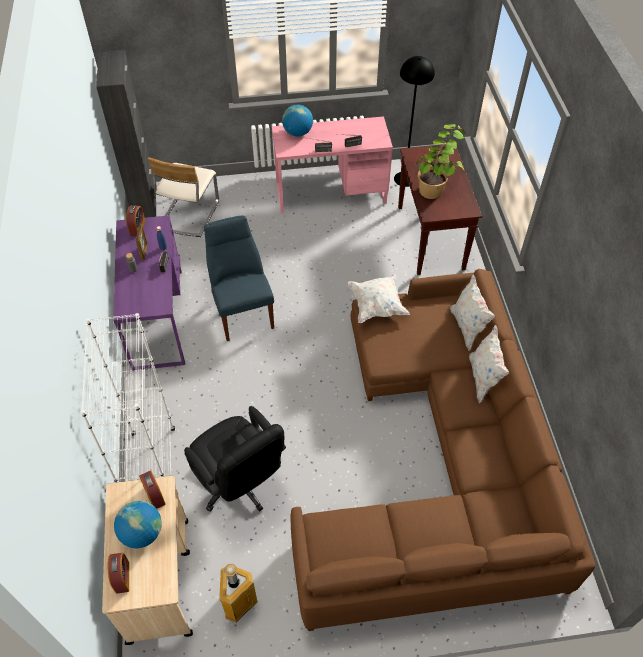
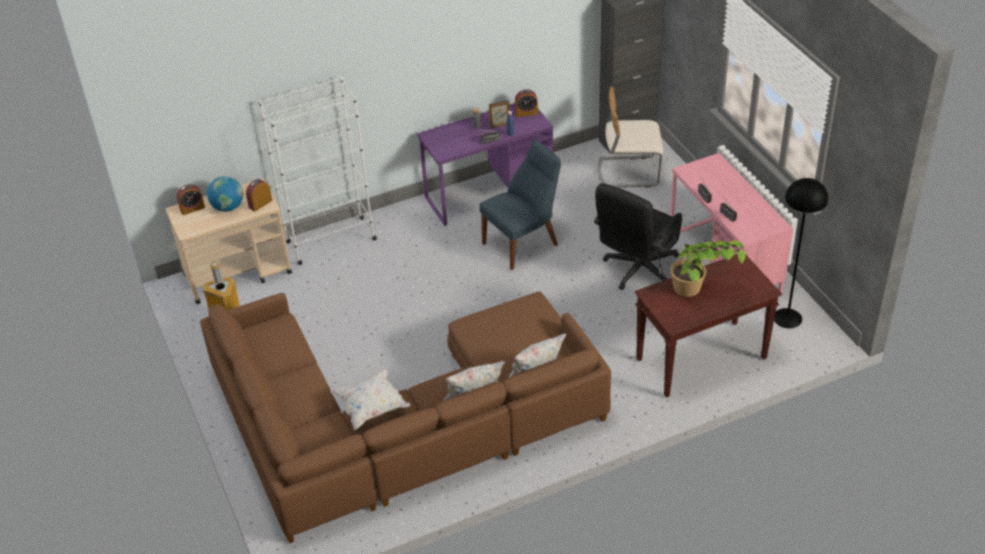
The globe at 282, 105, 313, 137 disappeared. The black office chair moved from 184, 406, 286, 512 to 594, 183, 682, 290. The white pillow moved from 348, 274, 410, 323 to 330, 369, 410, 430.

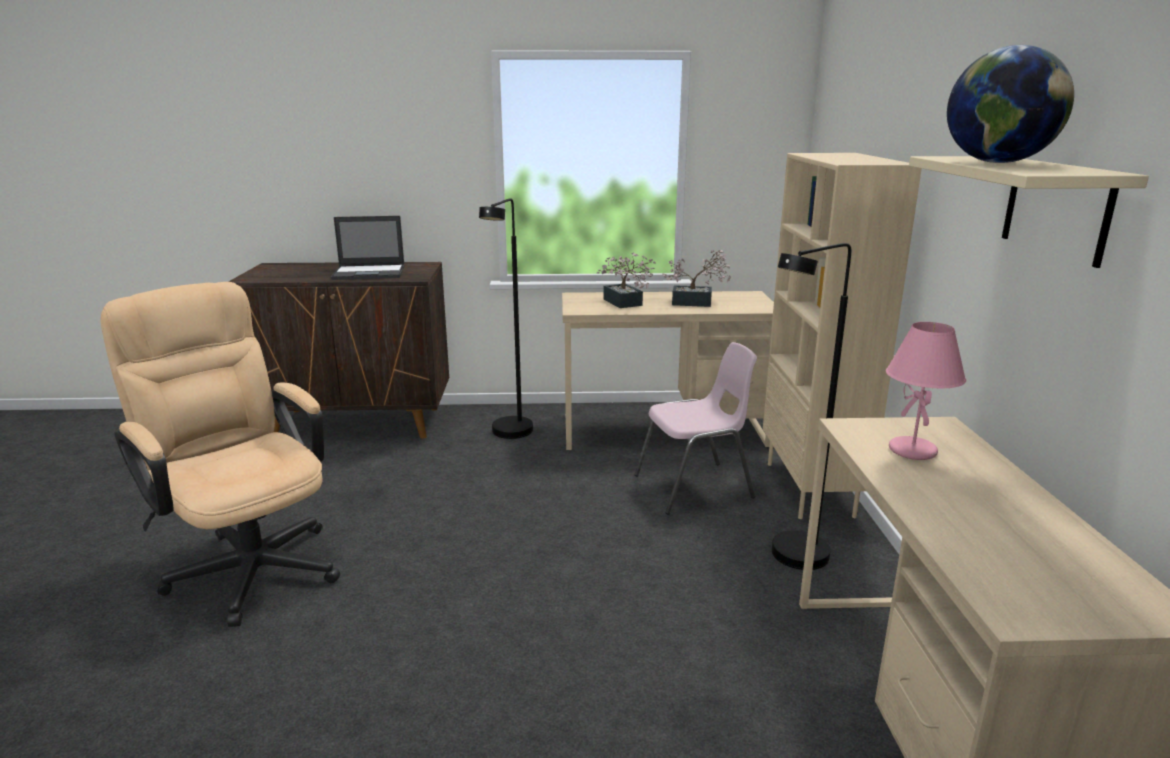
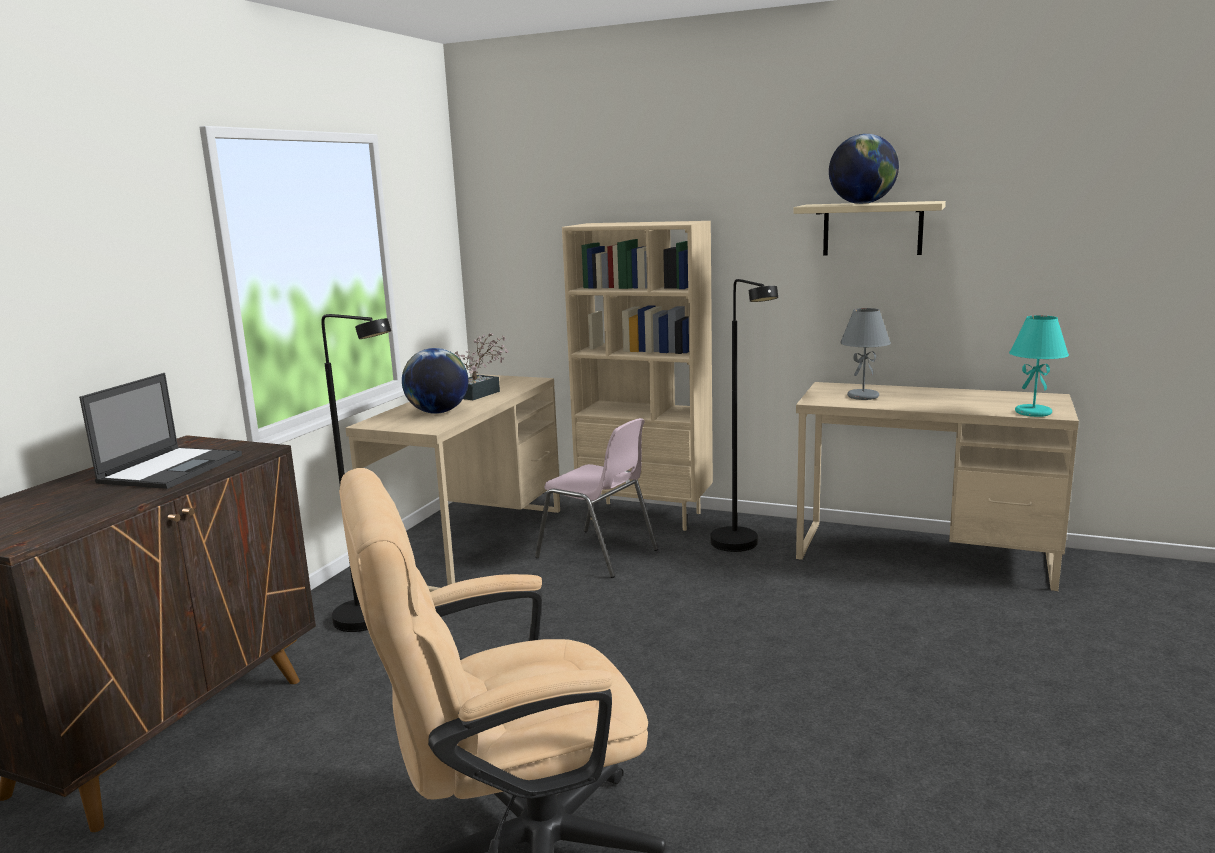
The turquoise table lamp at 1009, 315, 1069, 417 appeared. The potted plant at 597, 252, 656, 308 was replaced by the globe at 402, 348, 468, 414. The pink table lamp at 886, 322, 966, 460 became the grey table lamp at 840, 308, 891, 400. The pink chair at 634, 342, 757, 515 turned 120 degrees clockwise.

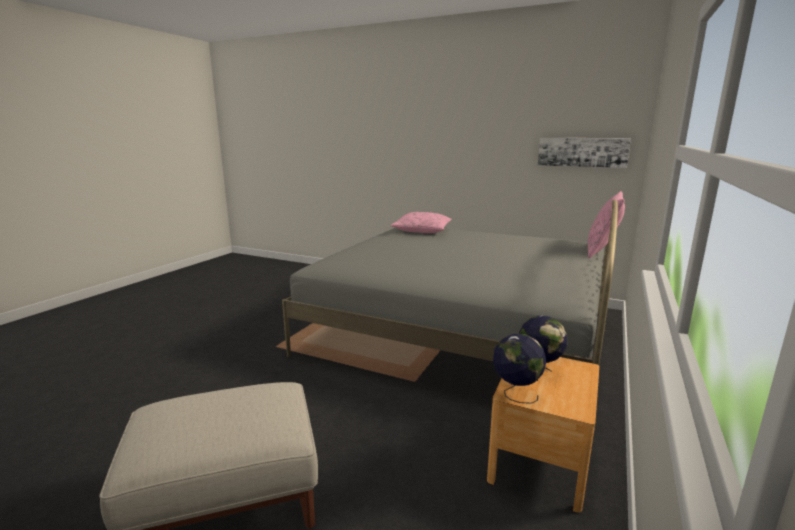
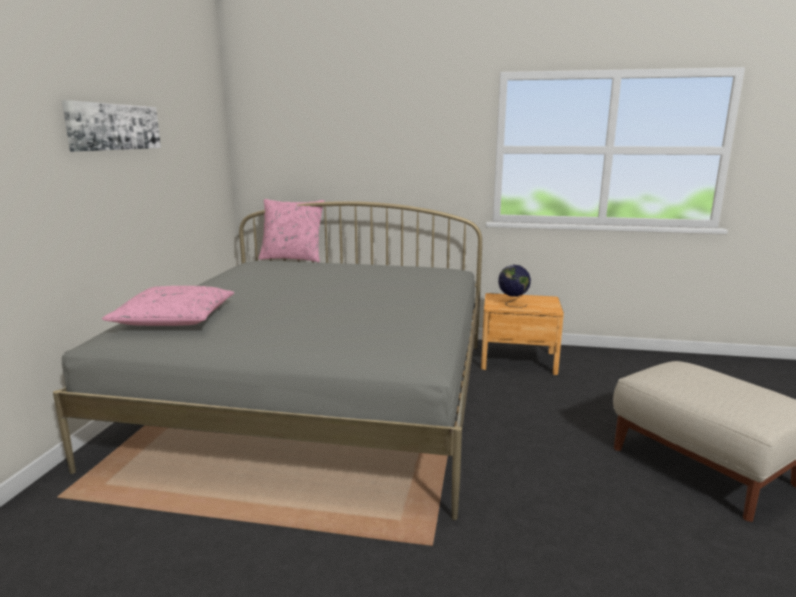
The globe at 493, 334, 546, 404 disappeared. The picture moved from 538, 138, 631, 168 to 62, 100, 161, 152.

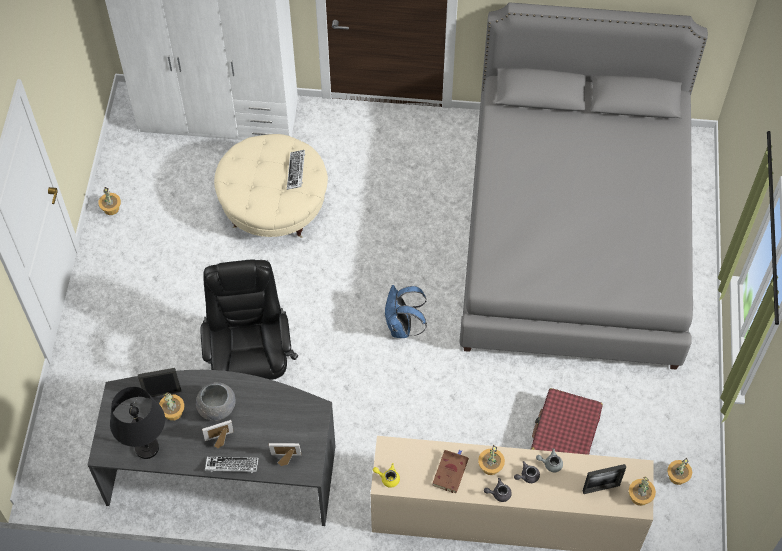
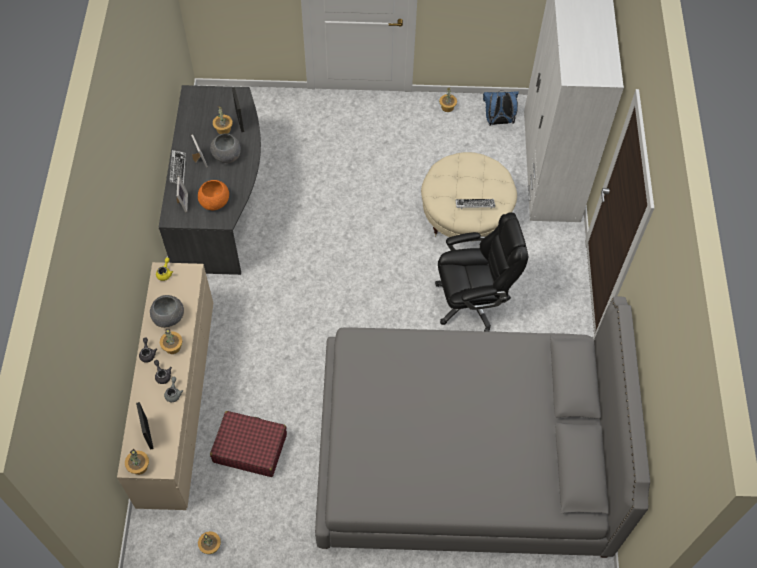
The black table lamp at 110, 387, 165, 459 disappeared. The orange bowl at 198, 180, 229, 210 appeared. The black office chair moved from 200, 260, 298, 380 to 435, 212, 528, 332. The blue backpack moved from 384, 285, 427, 338 to 483, 90, 519, 126. The brown book at 432, 450, 469, 493 was replaced by the grey bowl at 150, 295, 184, 328.

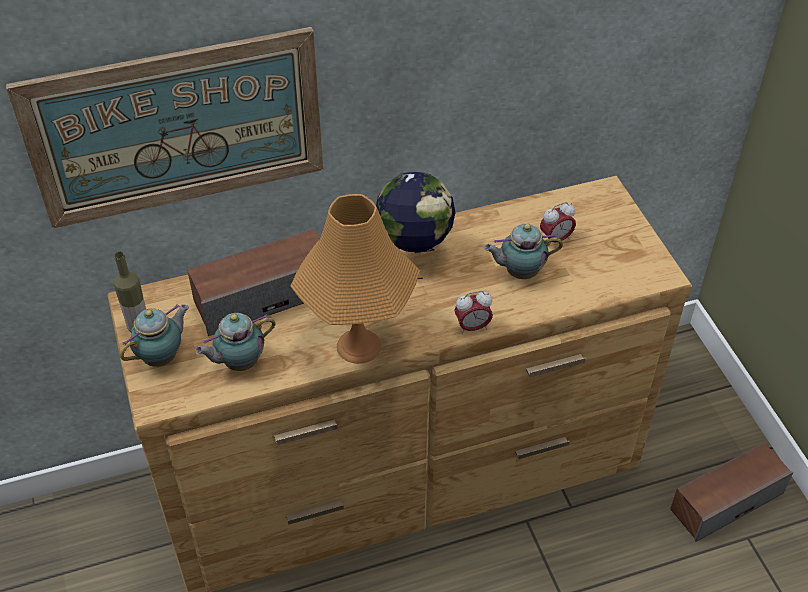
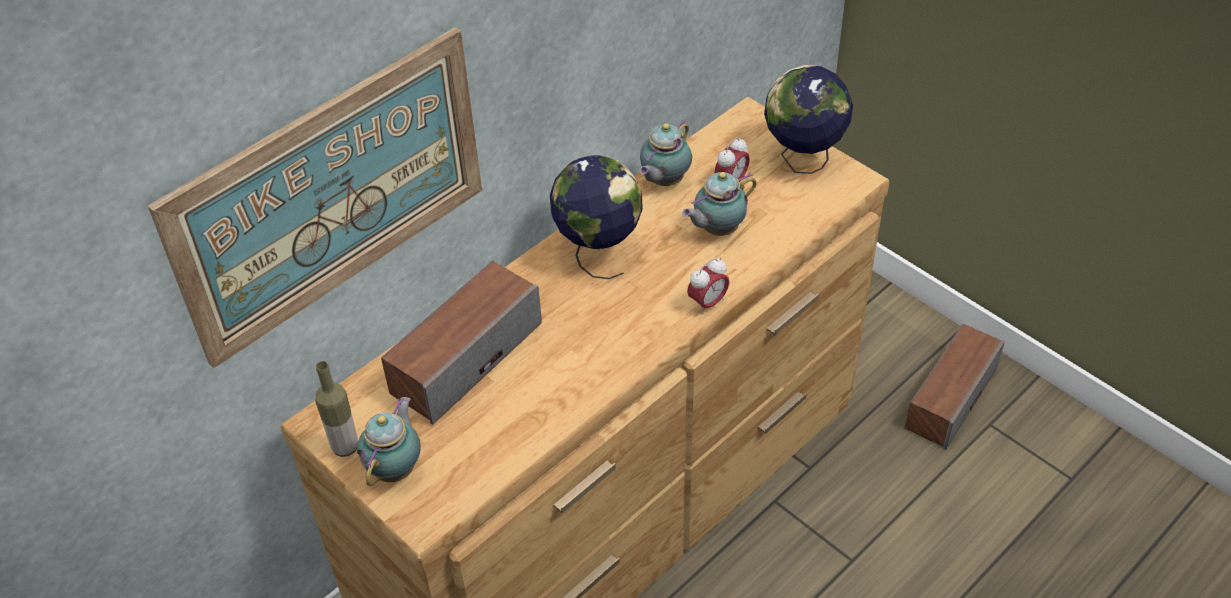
The orange table lamp at 291, 194, 420, 364 disappeared. The globe at 764, 65, 853, 174 appeared. The teapot moved from 195, 313, 276, 371 to 639, 119, 692, 186.

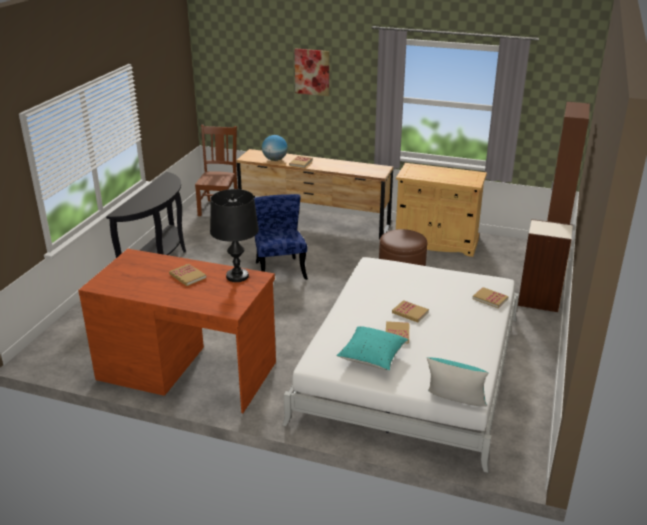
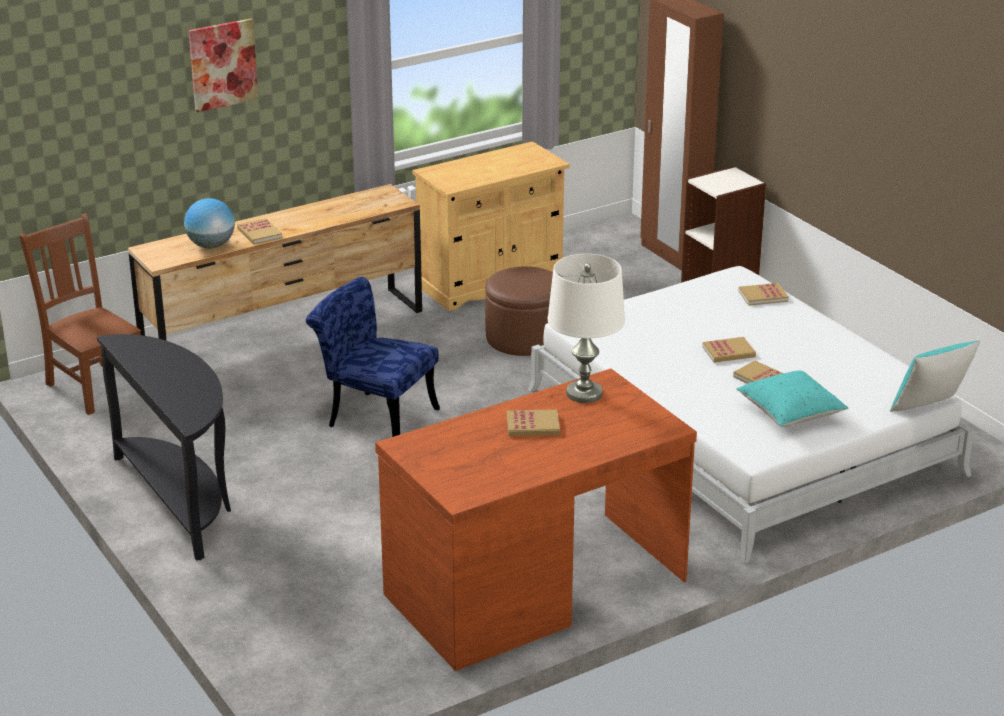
The black table lamp at 210, 189, 259, 282 became the white table lamp at 548, 254, 625, 403.

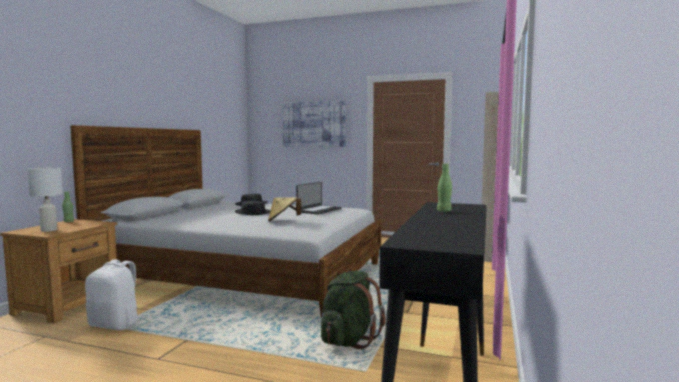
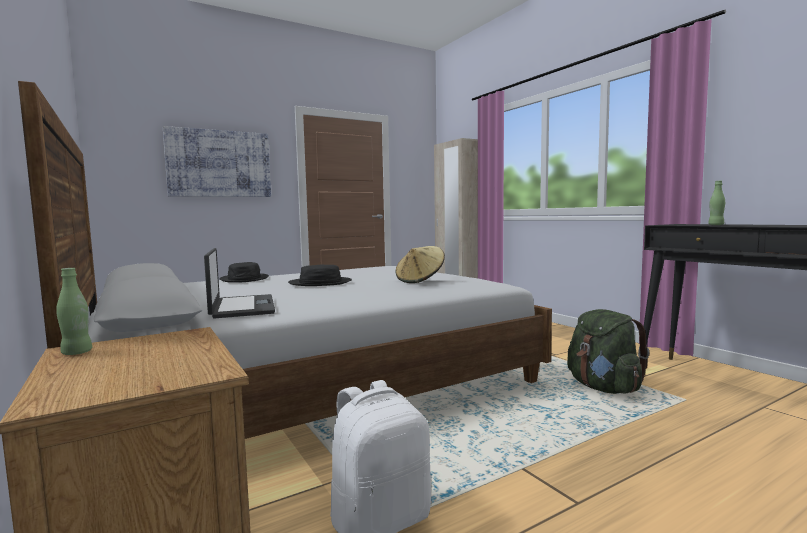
The white table lamp at 27, 168, 63, 232 disappeared. The laptop moved from 296, 182, 342, 215 to 204, 248, 275, 319.

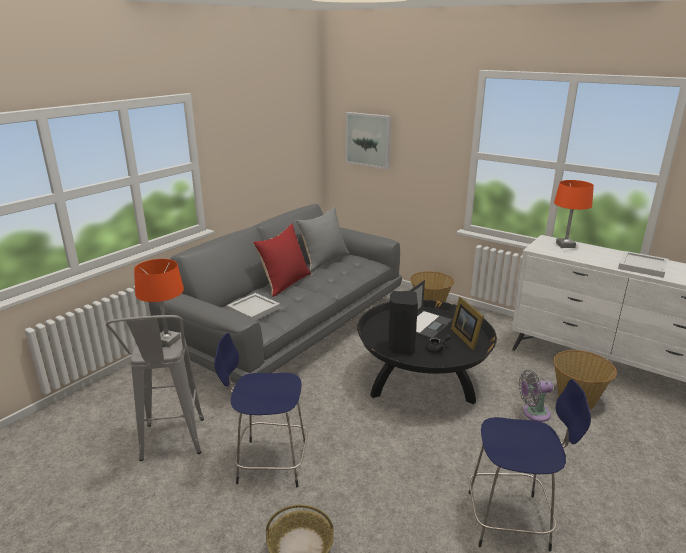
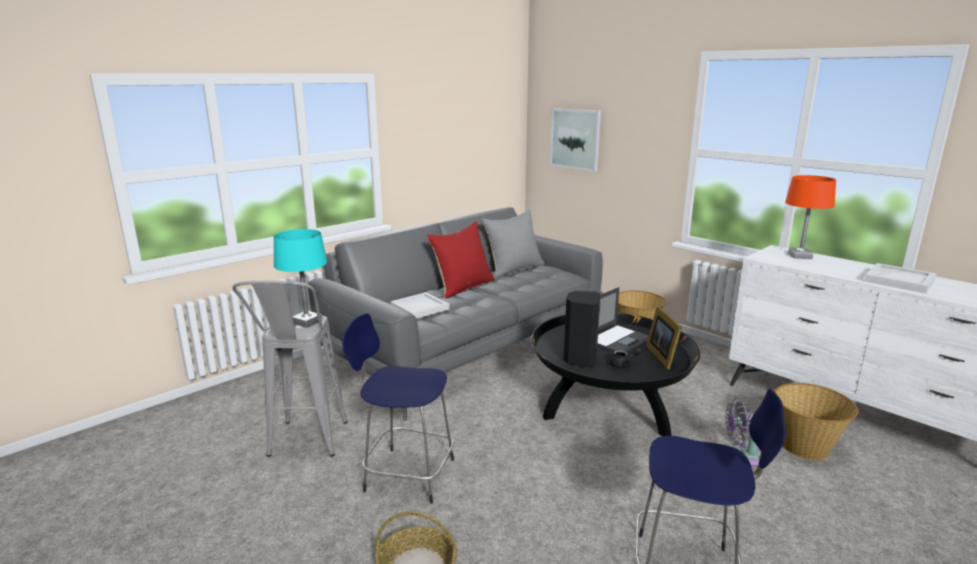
The orange table lamp at 134, 259, 184, 347 became the turquoise table lamp at 274, 229, 327, 328.

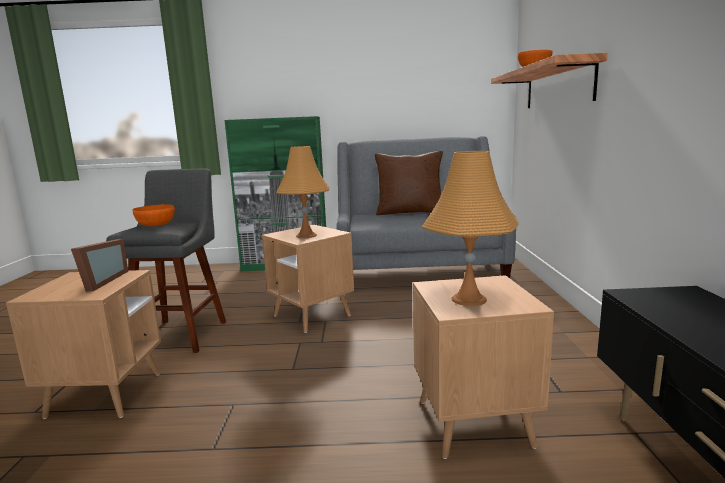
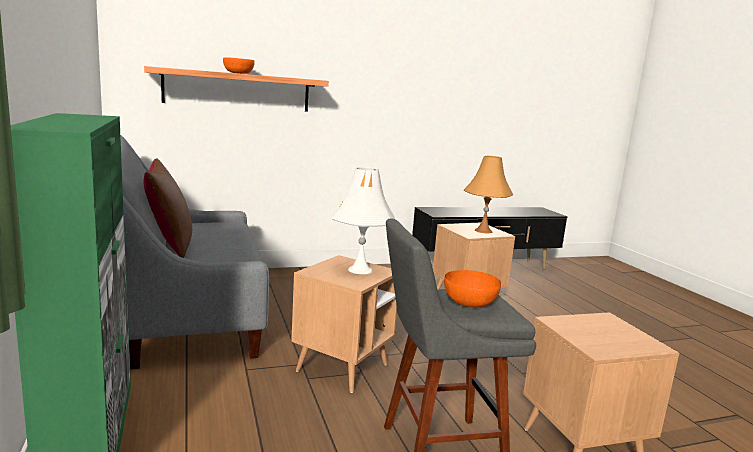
The picture frame at 71, 239, 128, 292 disappeared. The orange table lamp at 276, 146, 330, 238 became the white table lamp at 332, 167, 395, 274.

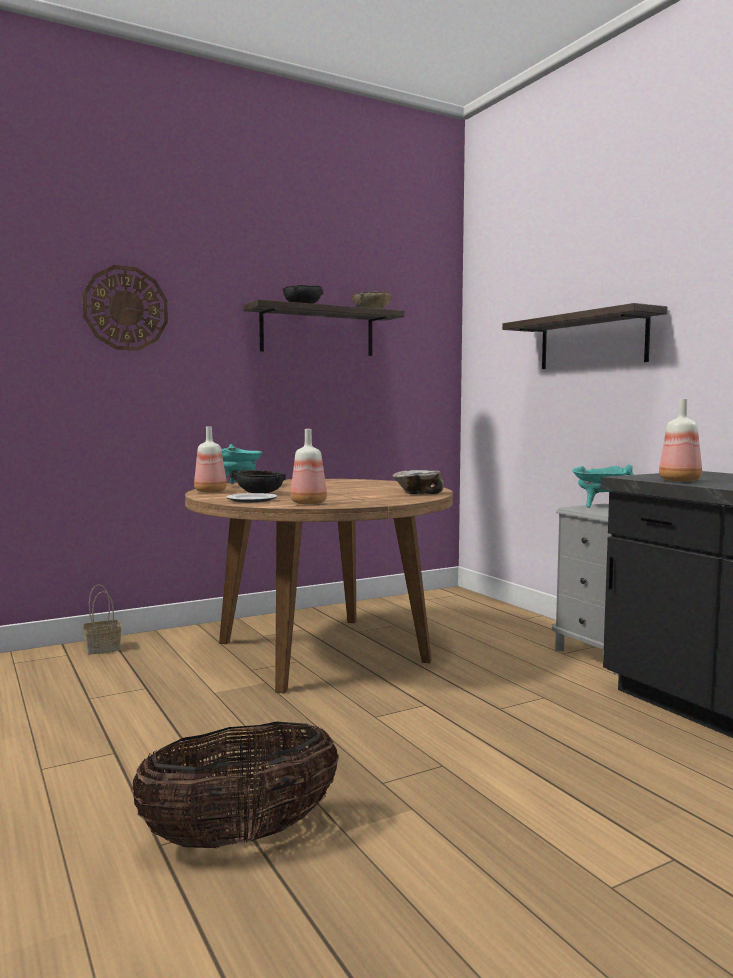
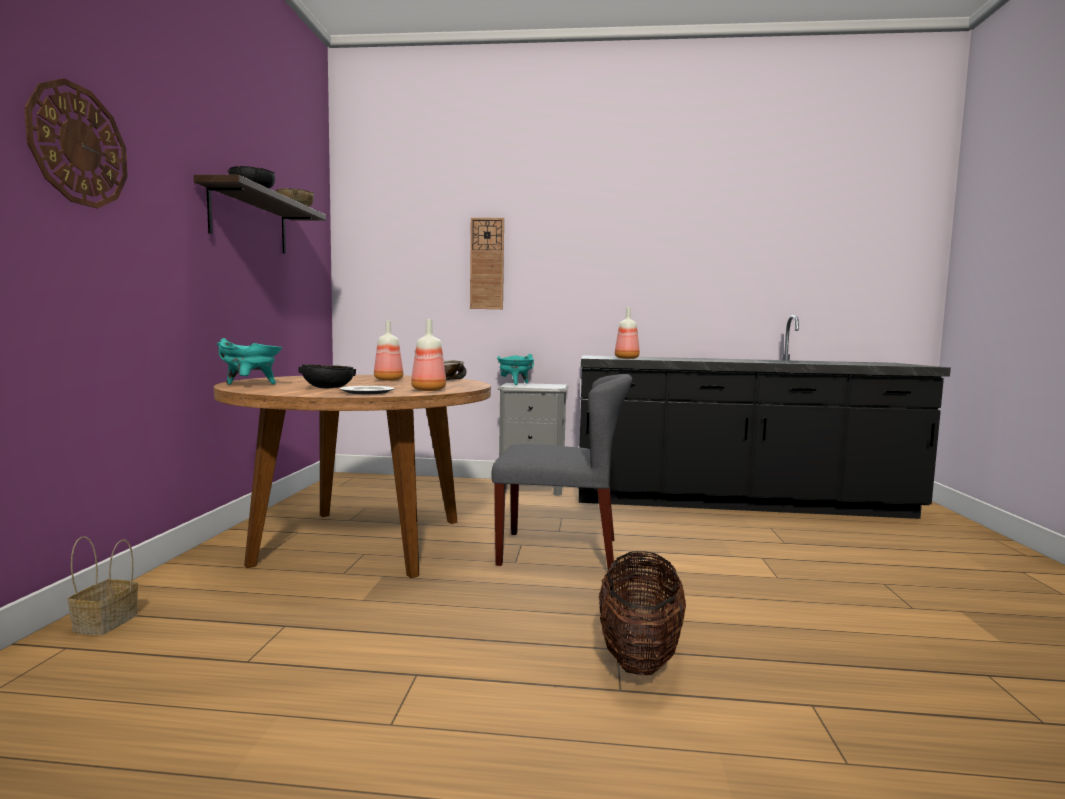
The grey chair at 491, 374, 632, 570 appeared. The bottle moved from 194, 426, 227, 493 to 374, 321, 403, 381. The shelf at 502, 303, 667, 369 was replaced by the wall clock at 470, 218, 504, 309.

